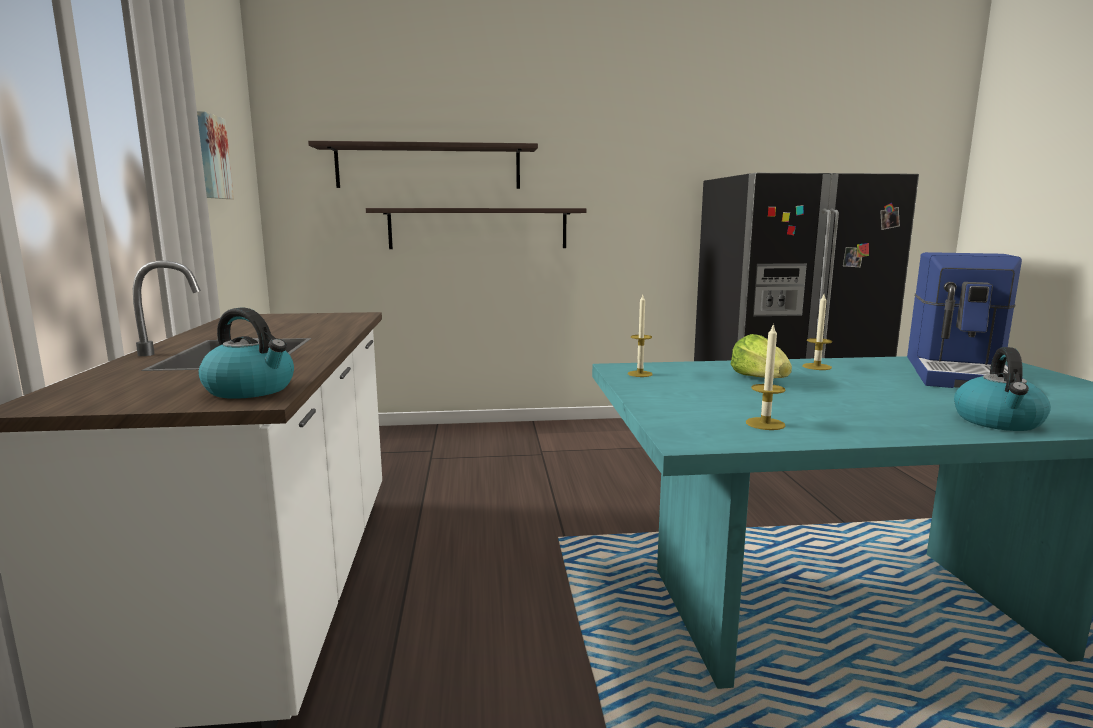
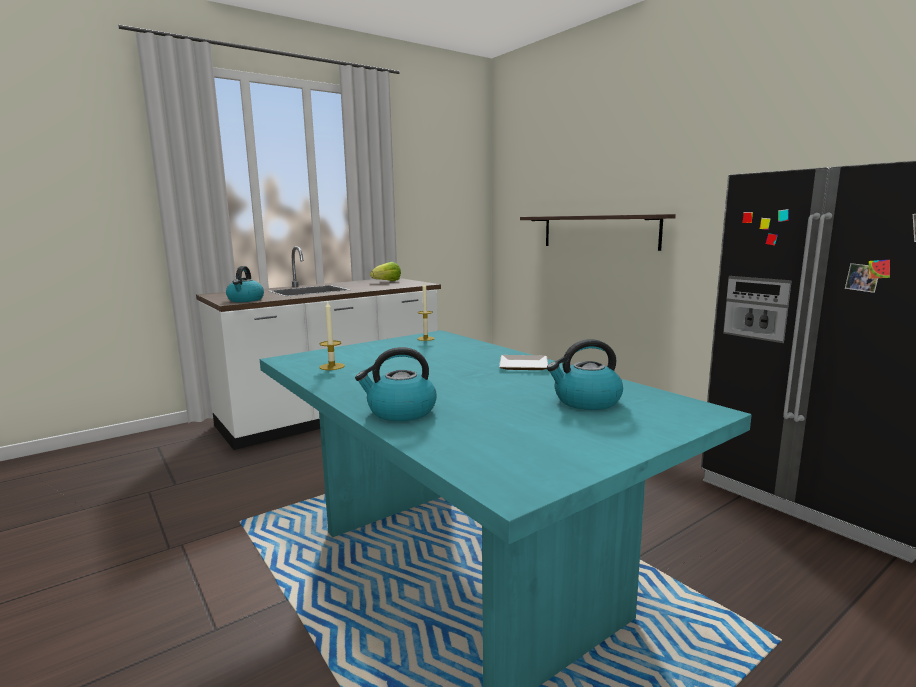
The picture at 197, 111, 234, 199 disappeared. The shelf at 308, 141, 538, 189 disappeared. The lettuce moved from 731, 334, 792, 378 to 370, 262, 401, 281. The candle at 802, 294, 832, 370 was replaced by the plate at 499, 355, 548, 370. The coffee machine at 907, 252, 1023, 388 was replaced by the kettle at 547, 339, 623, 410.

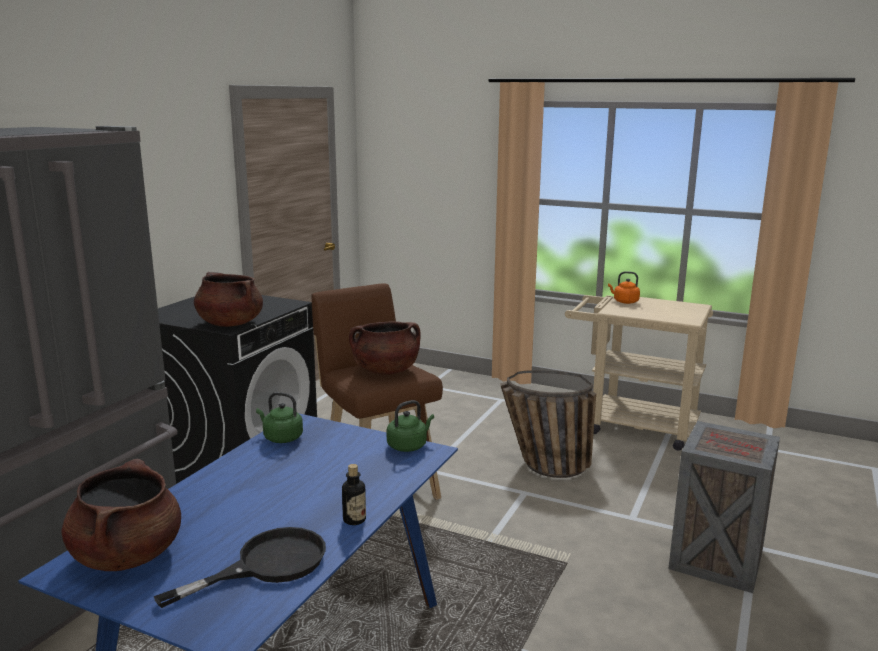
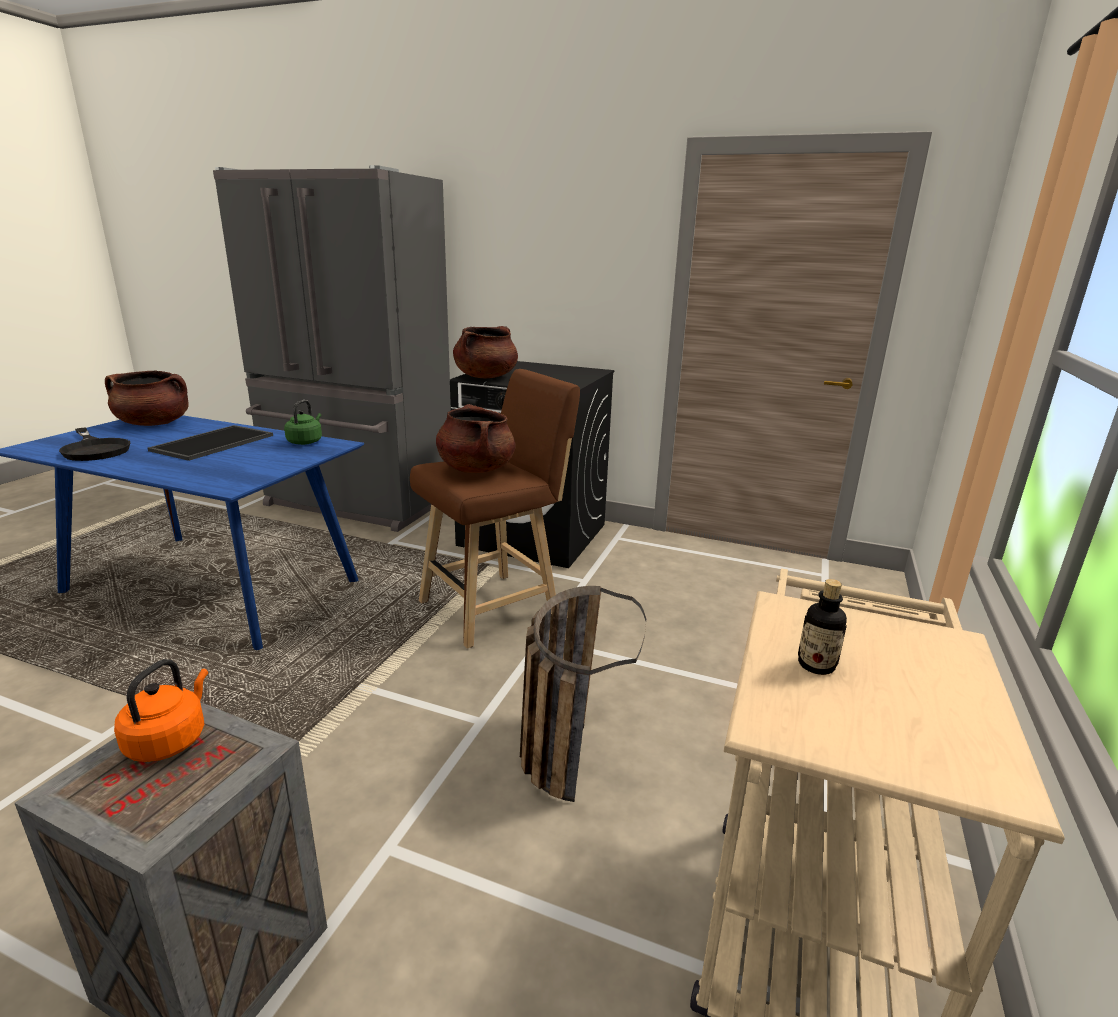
The green kettle at 387, 400, 434, 452 disappeared. The tray at 148, 425, 273, 461 appeared. The bottle moved from 342, 464, 366, 525 to 798, 579, 847, 675. The orange kettle moved from 608, 271, 640, 304 to 114, 659, 208, 762.

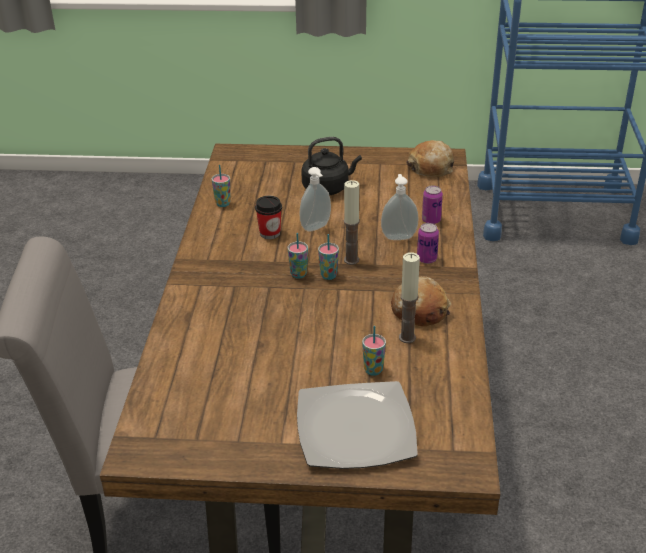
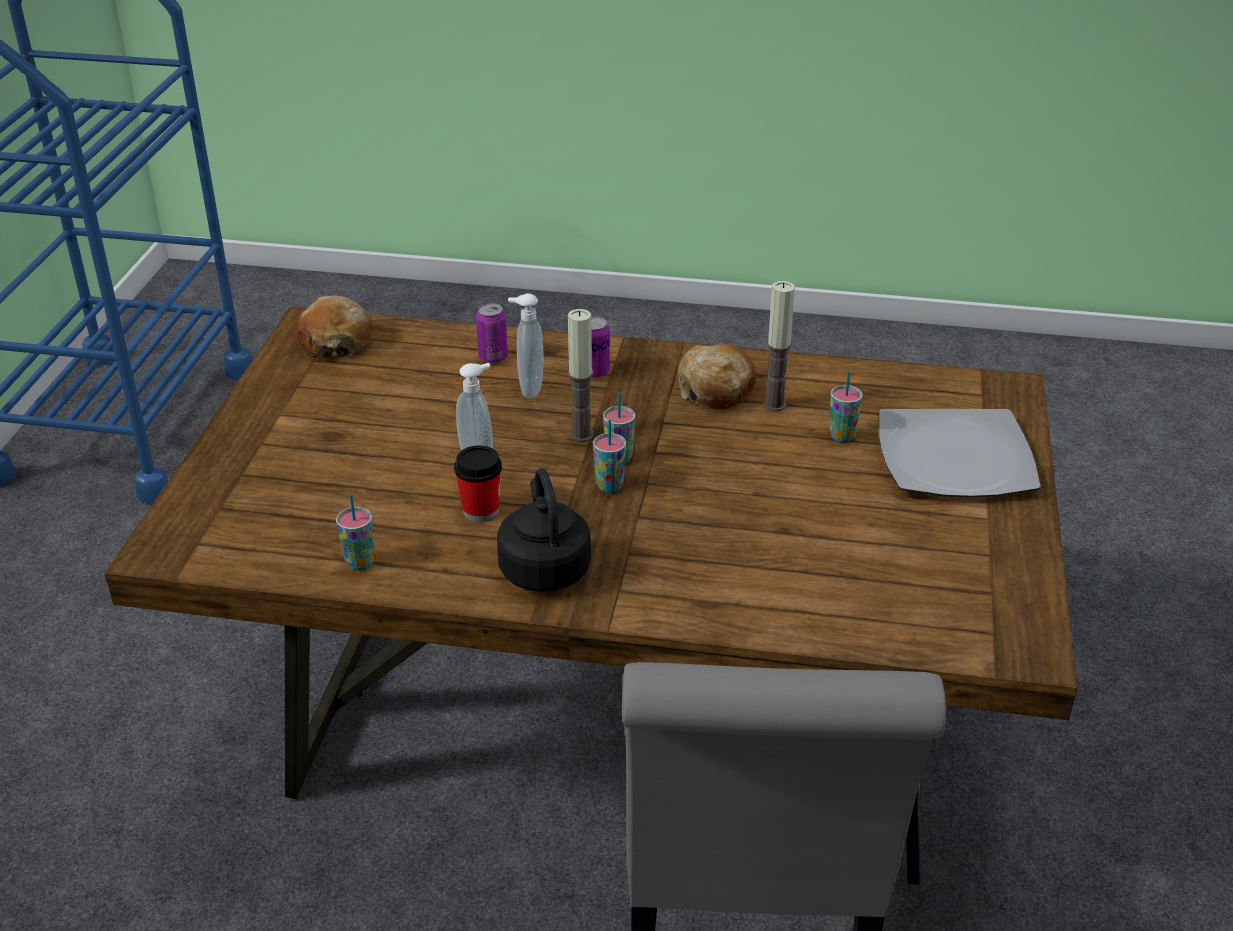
The black kettle moved from 301, 137, 362, 195 to 497, 468, 591, 592.

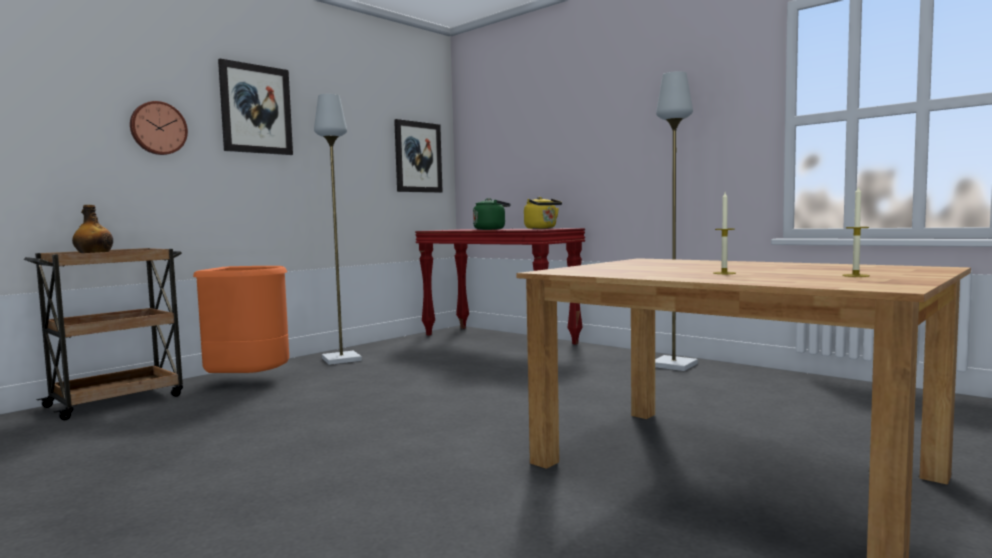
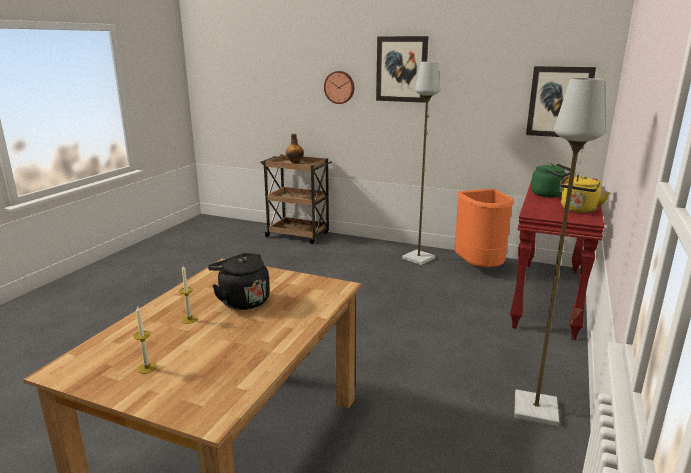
The black kettle at 208, 253, 270, 310 appeared. The orange trash can moved from 193, 266, 289, 373 to 454, 189, 514, 267.

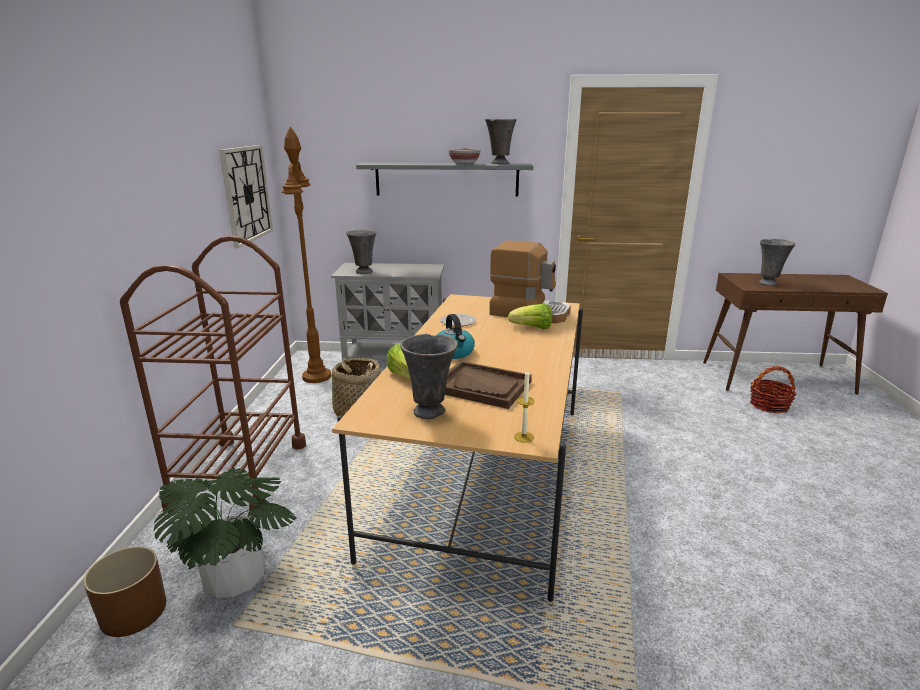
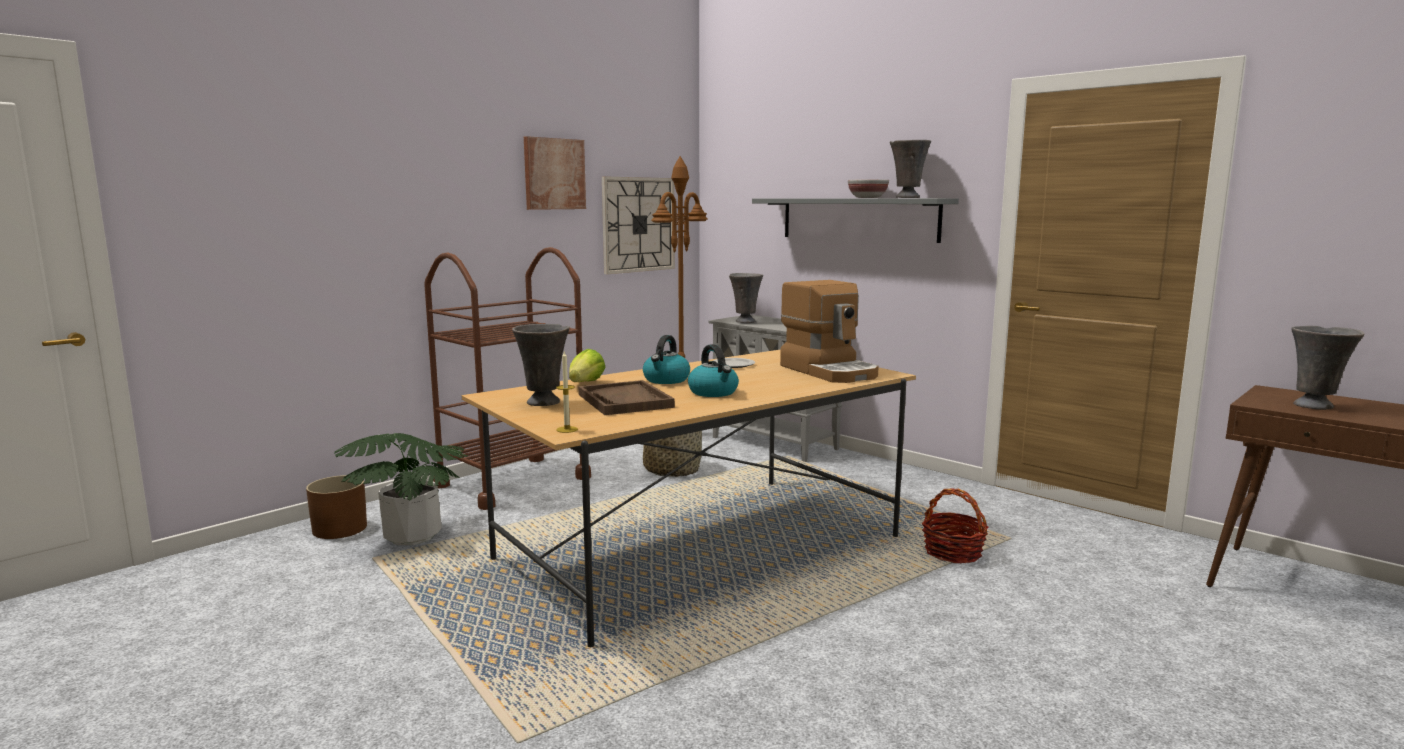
The lettuce at 508, 304, 552, 329 disappeared. The picture at 524, 136, 586, 210 appeared. The kettle at 688, 344, 739, 397 appeared. The basket moved from 750, 366, 797, 414 to 922, 489, 988, 563.

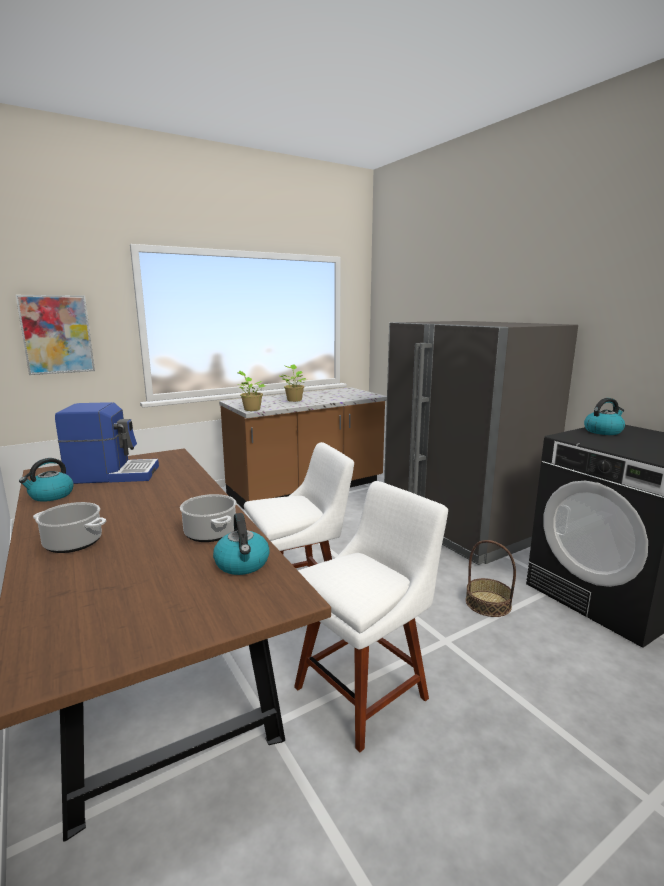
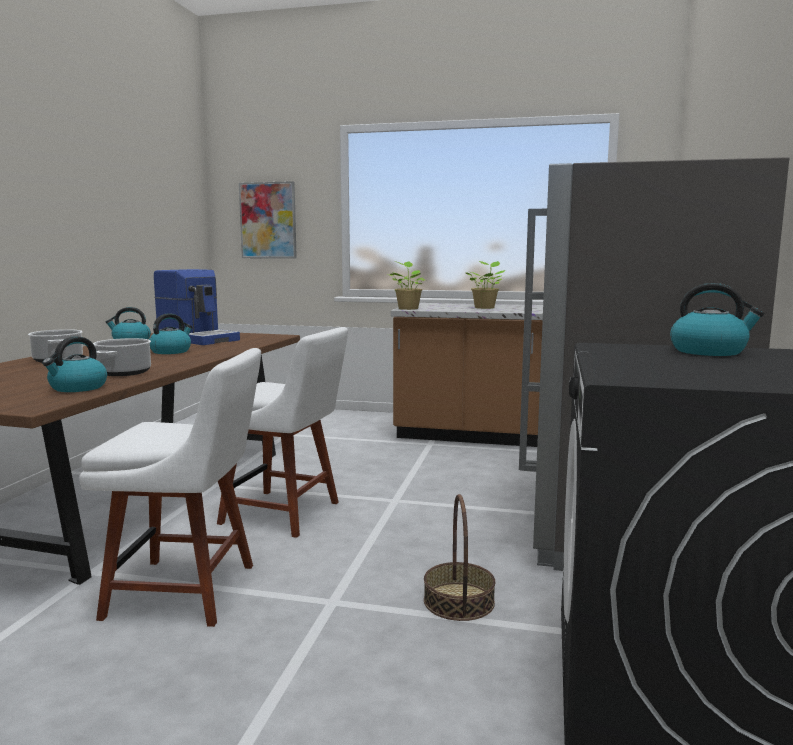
The kettle at 149, 313, 193, 354 appeared.

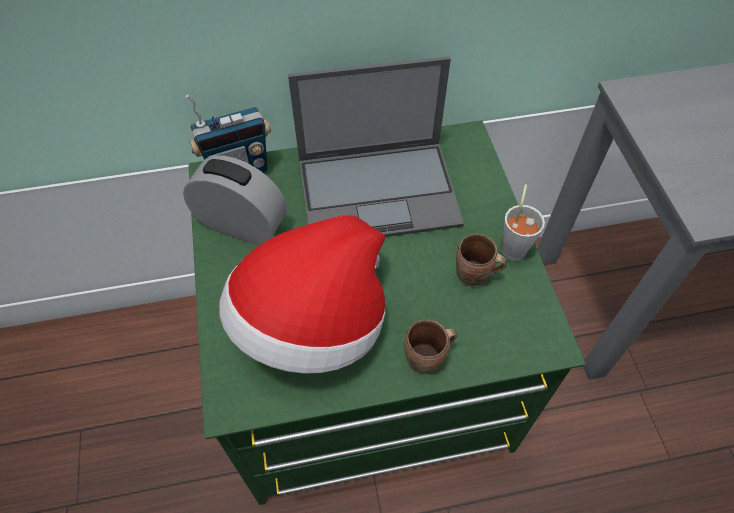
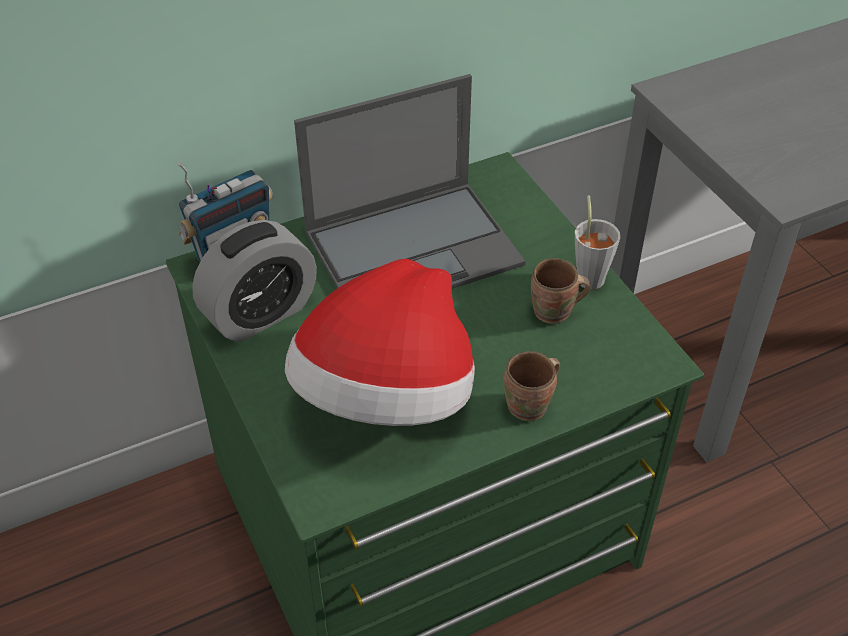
The alarm clock at 183, 156, 287, 246 turned 135 degrees clockwise.

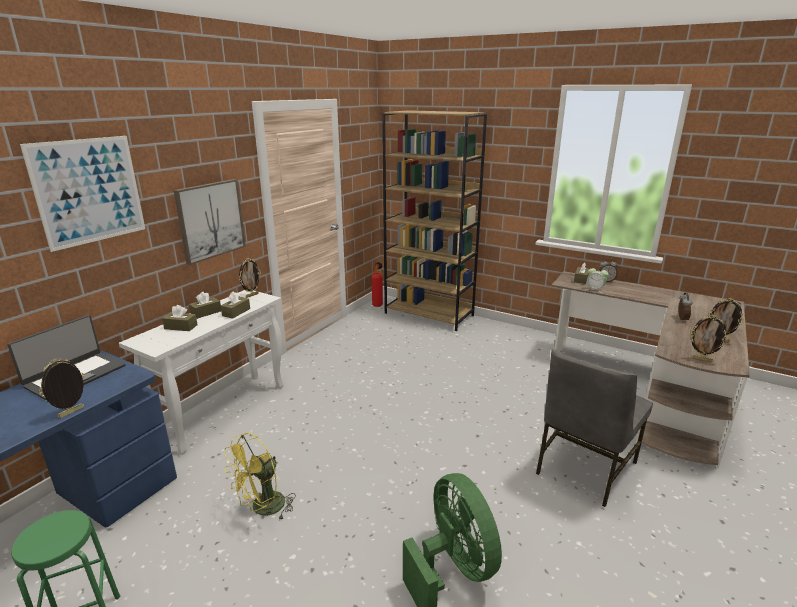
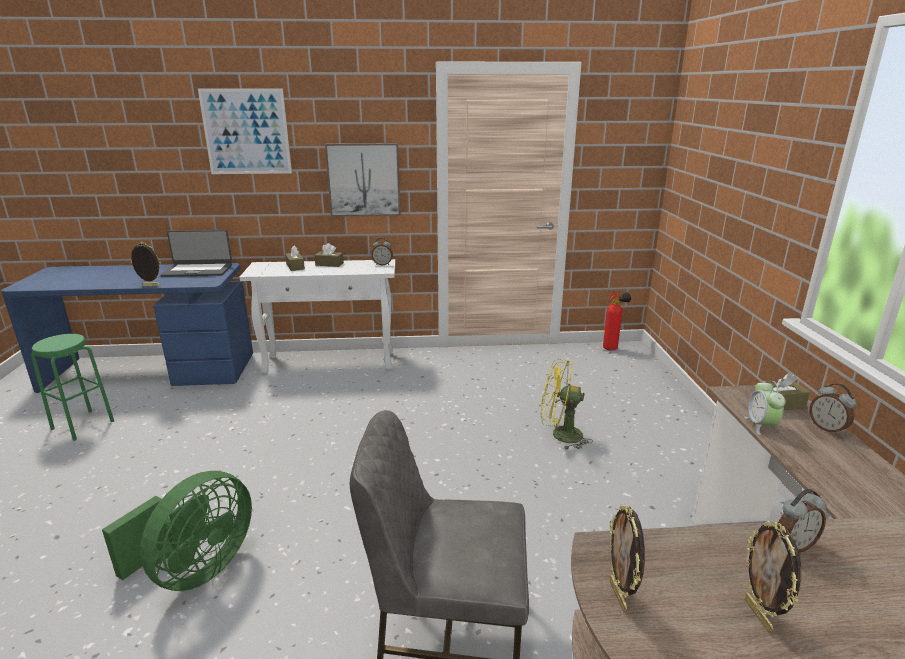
The brown tissue box at 221, 292, 250, 319 disappeared. The brown bookcase at 382, 110, 487, 331 disappeared. The yellow fan moved from 224, 433, 296, 519 to 541, 358, 593, 450. The picture frame at 239, 258, 261, 298 was replaced by the alarm clock at 372, 238, 393, 265.

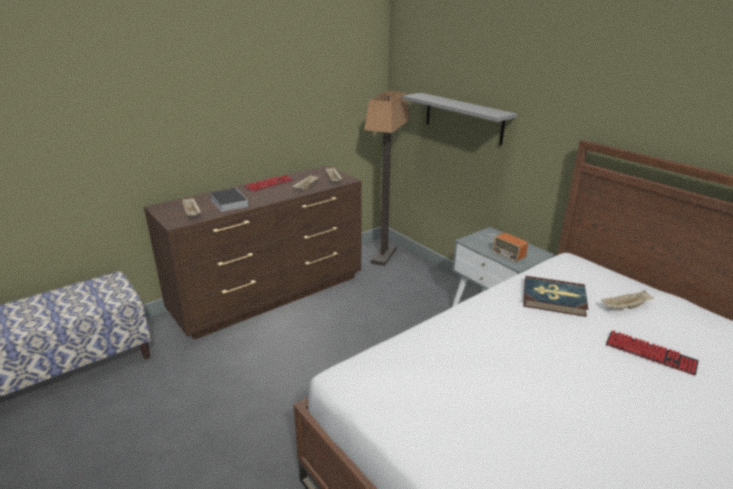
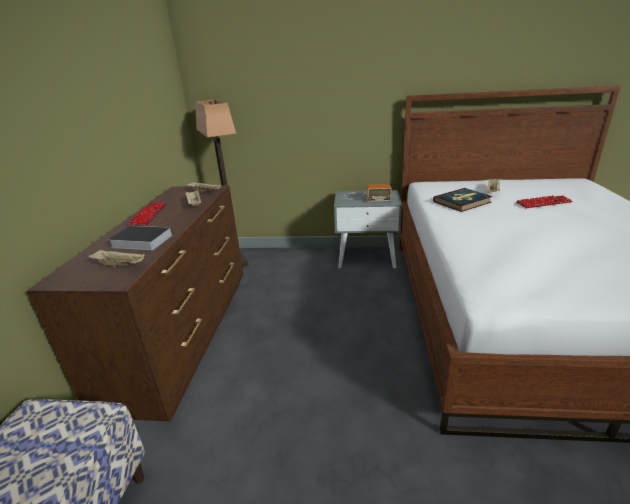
The grey shelf at 402, 93, 517, 145 disappeared.

